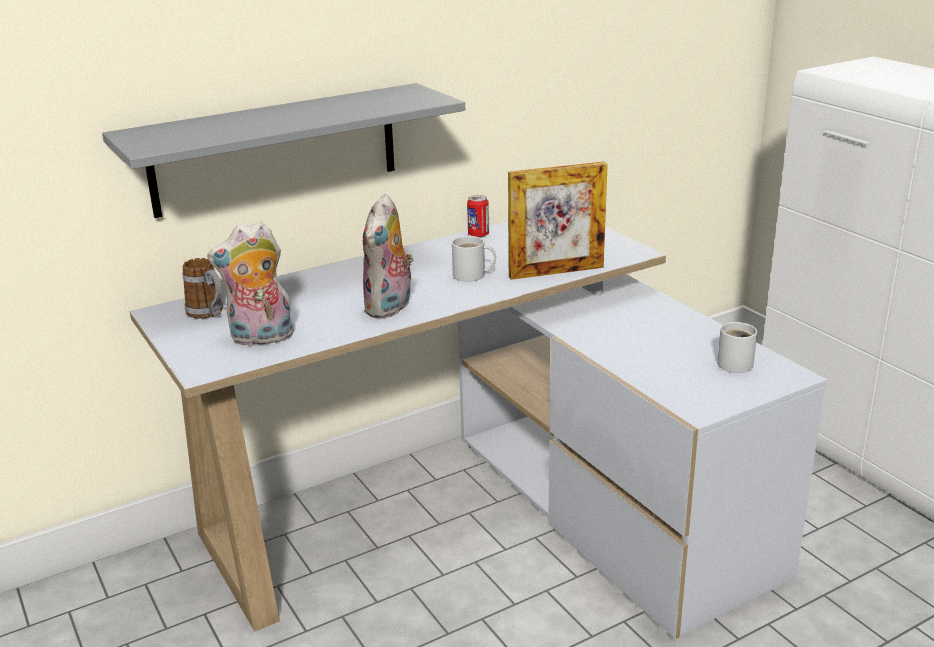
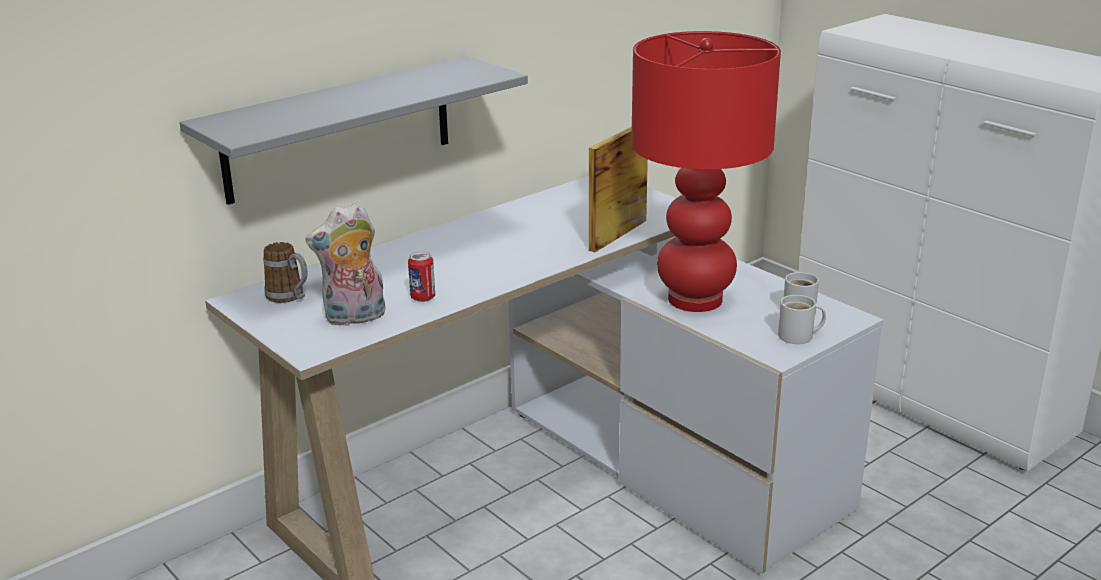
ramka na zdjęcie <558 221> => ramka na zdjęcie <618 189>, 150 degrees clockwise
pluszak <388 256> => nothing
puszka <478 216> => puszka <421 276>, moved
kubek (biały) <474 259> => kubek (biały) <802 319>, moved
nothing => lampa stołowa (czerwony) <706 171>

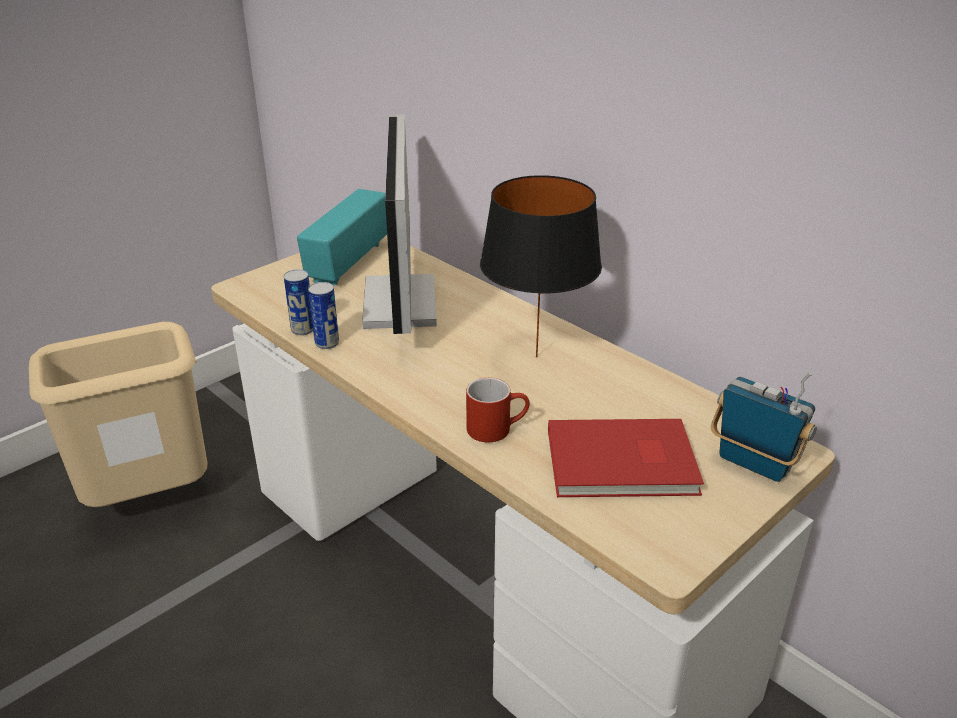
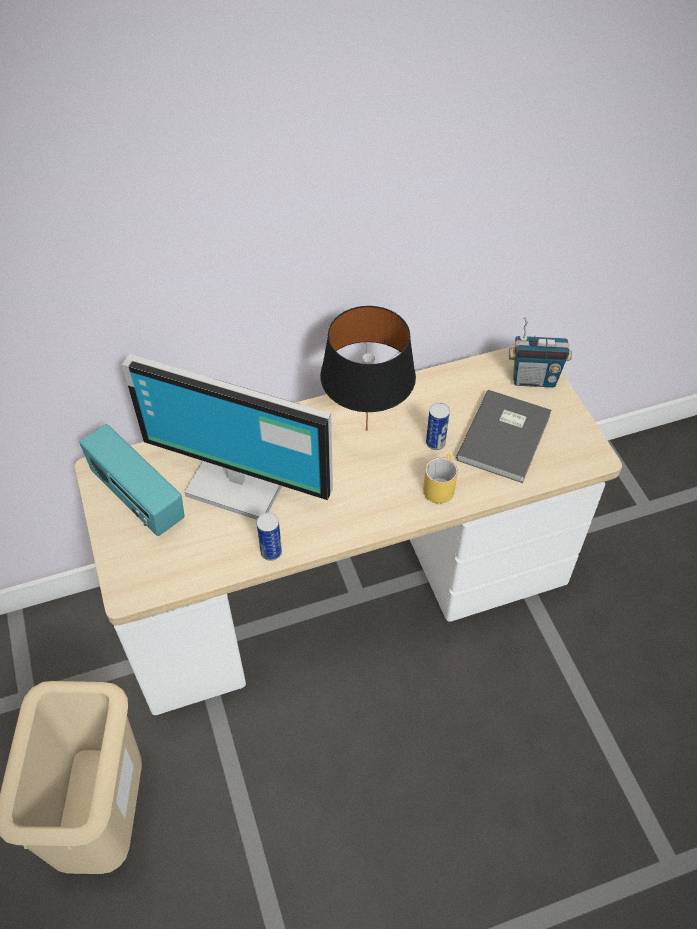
puszka <298 302> => puszka <438 426>, moved
radio <764 427> => radio <540 352>, 150 degrees counterclockwise
kubek (czerwony) <498 410> => kubek (żółty) <440 478>
książka (czerwony) <626 458> => książka (szary) <504 436>

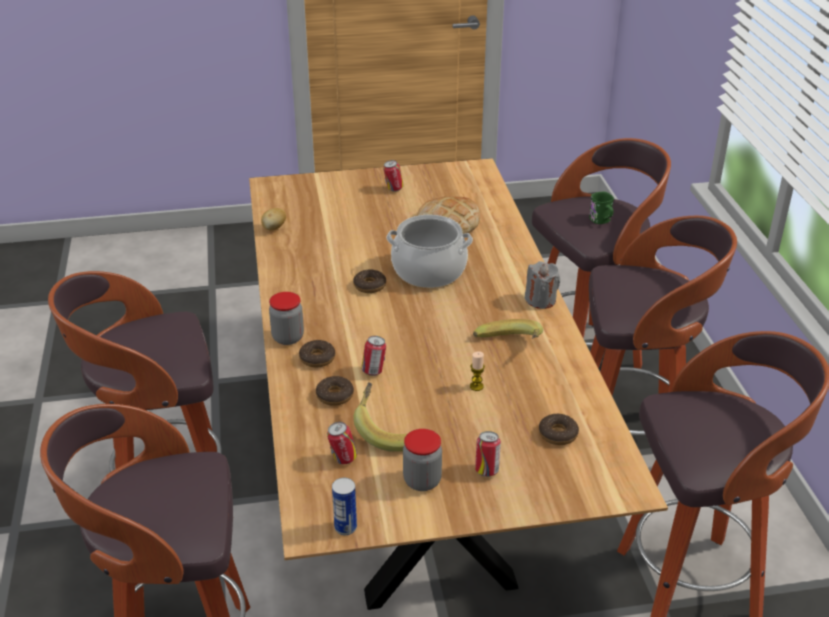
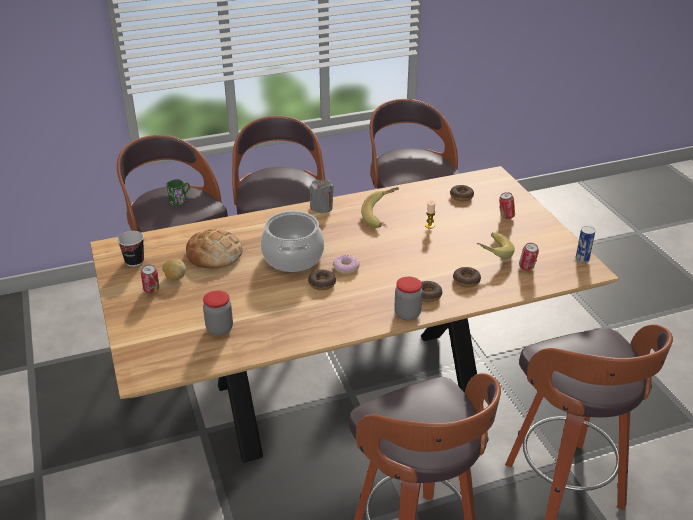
ziemniak <273 219> => ziemniak <174 269>, moved
puszka <373 356> => nothing
słoik <422 460> => słoik <218 312>, moved
nothing => filiżanka <130 249>
nothing => donut <346 264>

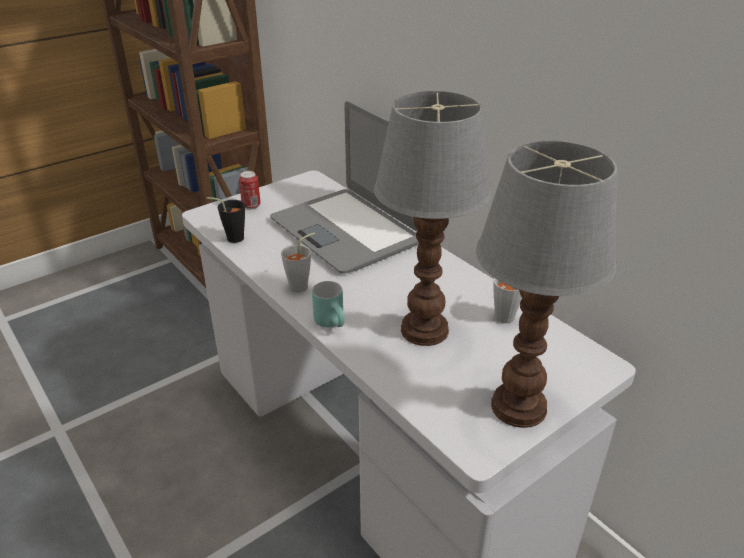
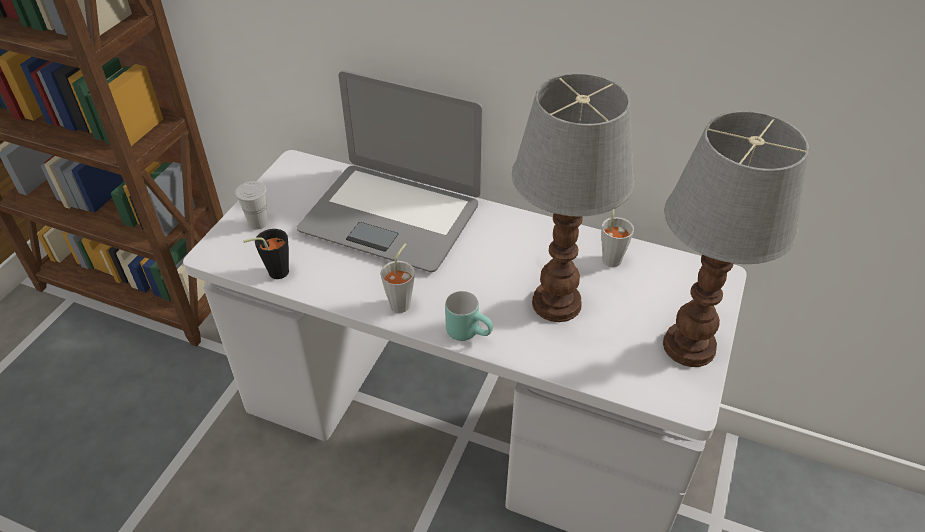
puszka <250 190> => filiżanka (biały) <251 205>

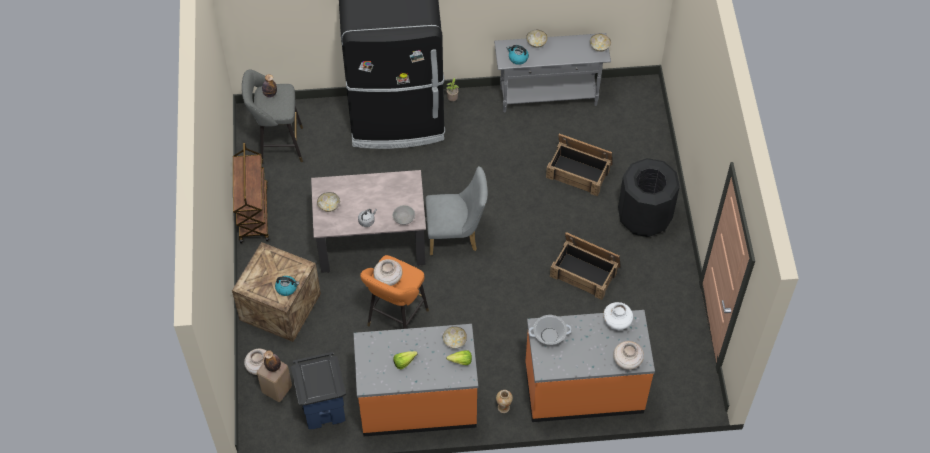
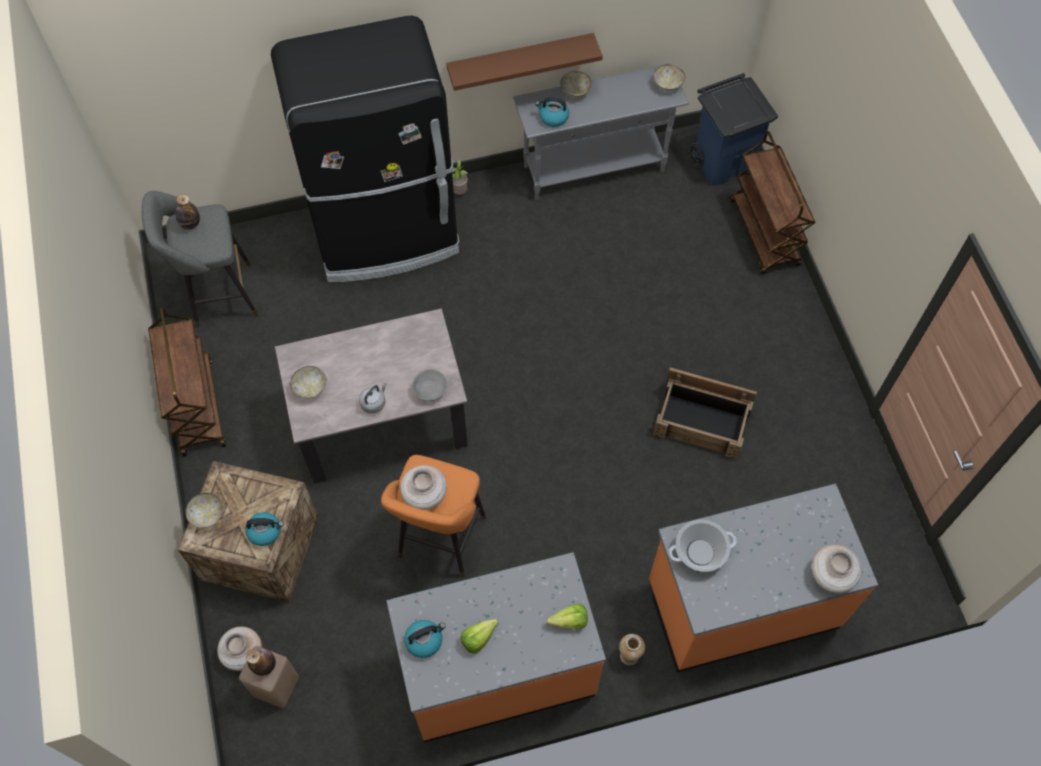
skrzynka <579 165> => nothing
kosz na śmieci (czarny) <649 197> => nothing
krzesło (szary) <457 210> => nothing
wazon (biały) <618 316> => nothing
miska <455 337> => miska <204 510>, moved
kosz na śmieci (niebieski) <318 390> => kosz na śmieci (niebieski) <734 129>, moved
nothing => półka (brązowy) <524 62>
nothing => wózek (brązowy) <772 202>
nothing => czajnik <425 639>

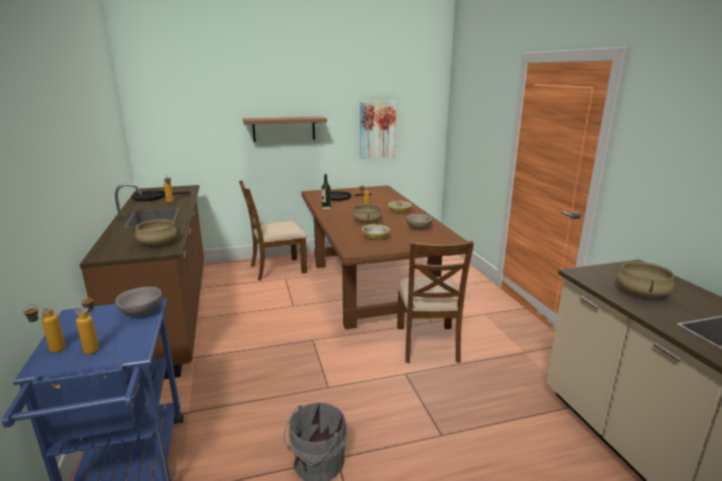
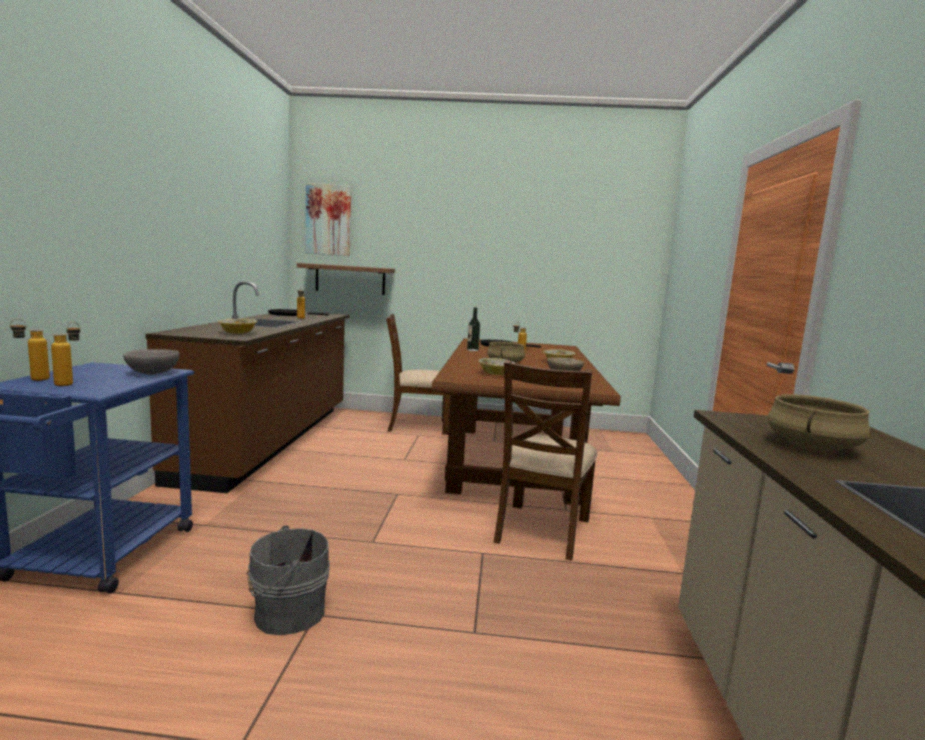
obraz <378 130> => obraz <328 219>, moved
półka <285 129> => półka <346 279>, moved
garnek (beżowy) <156 232> => miska <238 326>

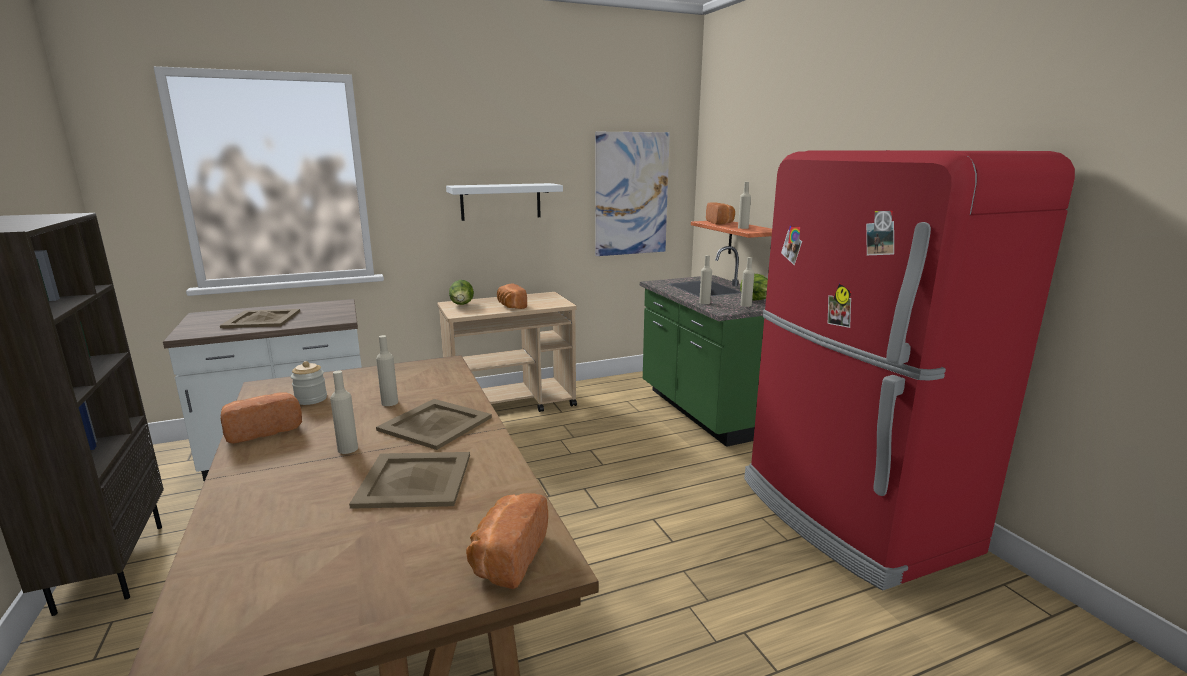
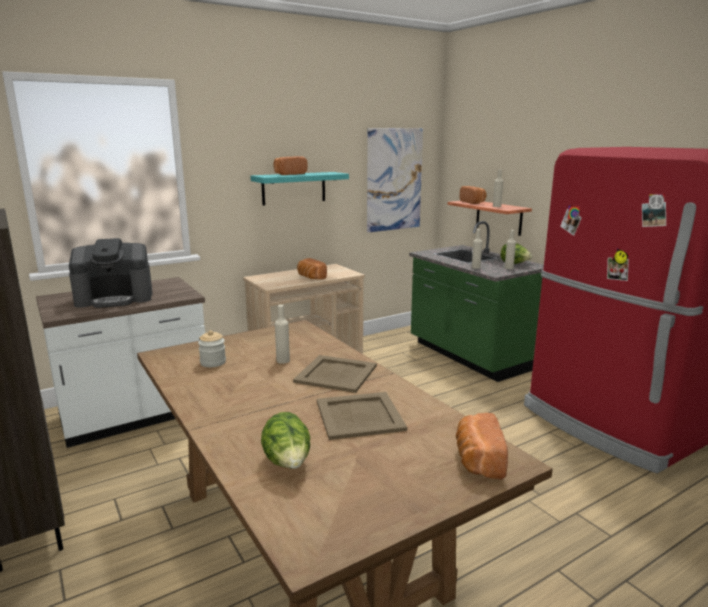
półka (biały) <504 202> => półka (turkusowy) <300 189>
sałata <461 292> => sałata <285 440>, moved
taca (beżowy) <260 318> => ekspres do kawy <111 273>
butelka (beżowy) <344 412> => nothing
chleb <261 417> => chleb <291 165>, moved

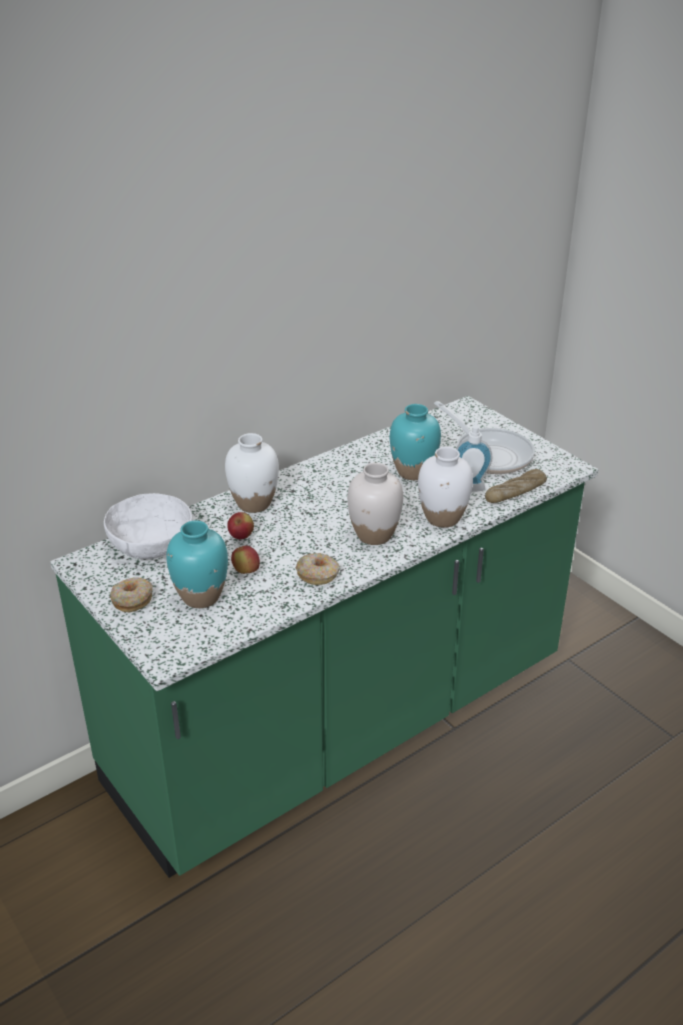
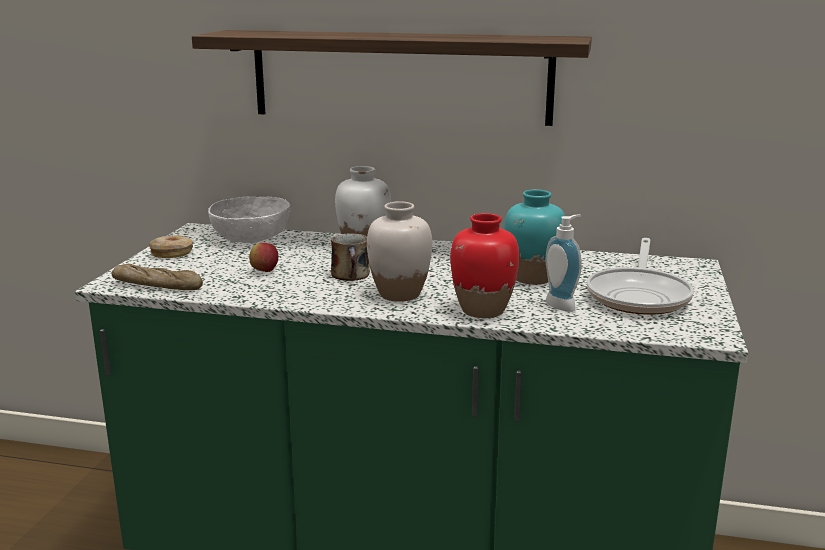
wazon (biały) <445 487> => wazon (czerwony) <484 265>
chleb <516 486> => chleb <157 277>, moved
jabłko <240 525> => nothing
wazon (turkusowy) <197 564> => nothing
donut <318 569> => nothing
nothing => półka <392 78>
nothing => kubek <350 257>

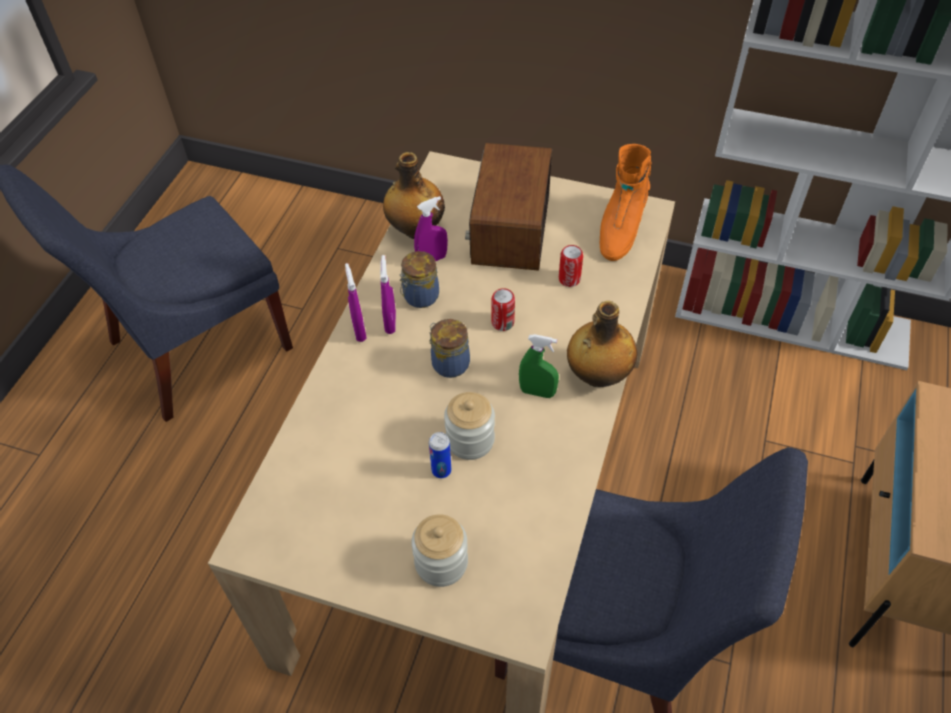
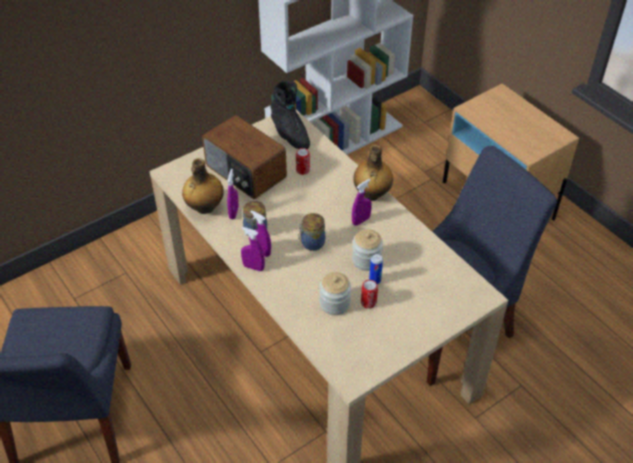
but z cholewką (pomarańczowy) <626 202> => but z cholewką (czarny) <290 115>
puszka <503 309> => puszka <369 294>, moved
spryskiwacz (zielony) <539 366> => spryskiwacz (fioletowy) <362 202>
słoik <439 550> => słoik <335 293>, moved

